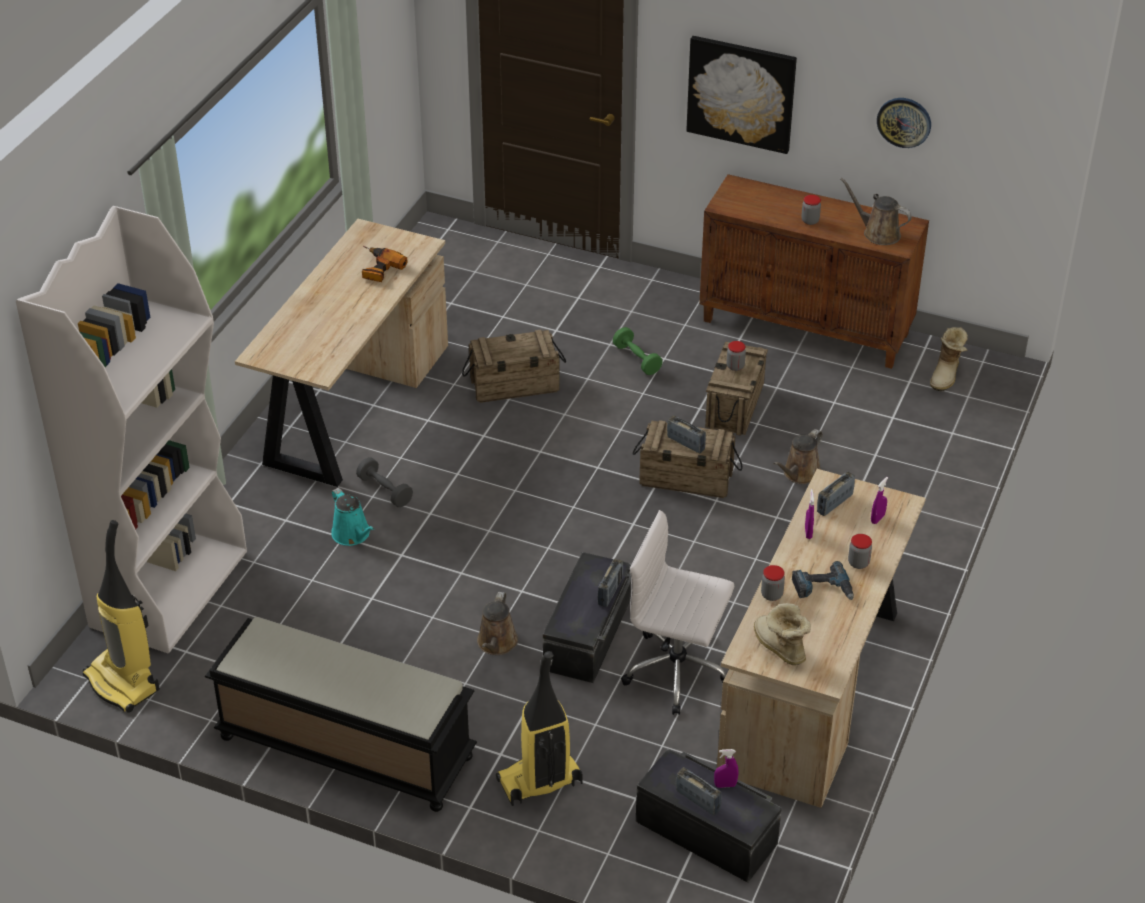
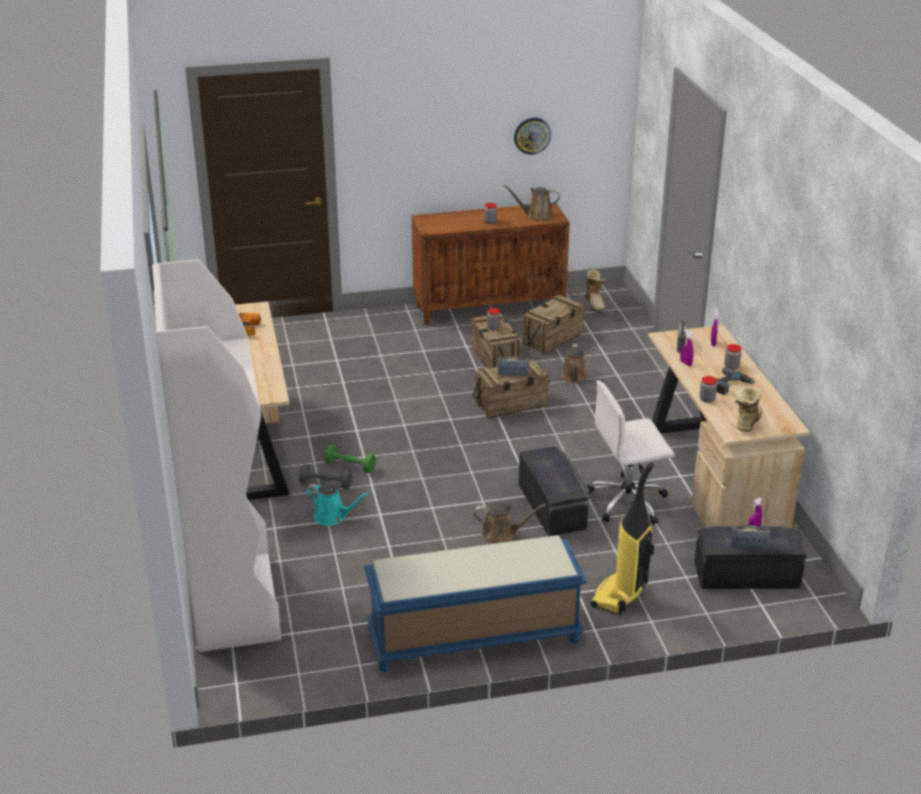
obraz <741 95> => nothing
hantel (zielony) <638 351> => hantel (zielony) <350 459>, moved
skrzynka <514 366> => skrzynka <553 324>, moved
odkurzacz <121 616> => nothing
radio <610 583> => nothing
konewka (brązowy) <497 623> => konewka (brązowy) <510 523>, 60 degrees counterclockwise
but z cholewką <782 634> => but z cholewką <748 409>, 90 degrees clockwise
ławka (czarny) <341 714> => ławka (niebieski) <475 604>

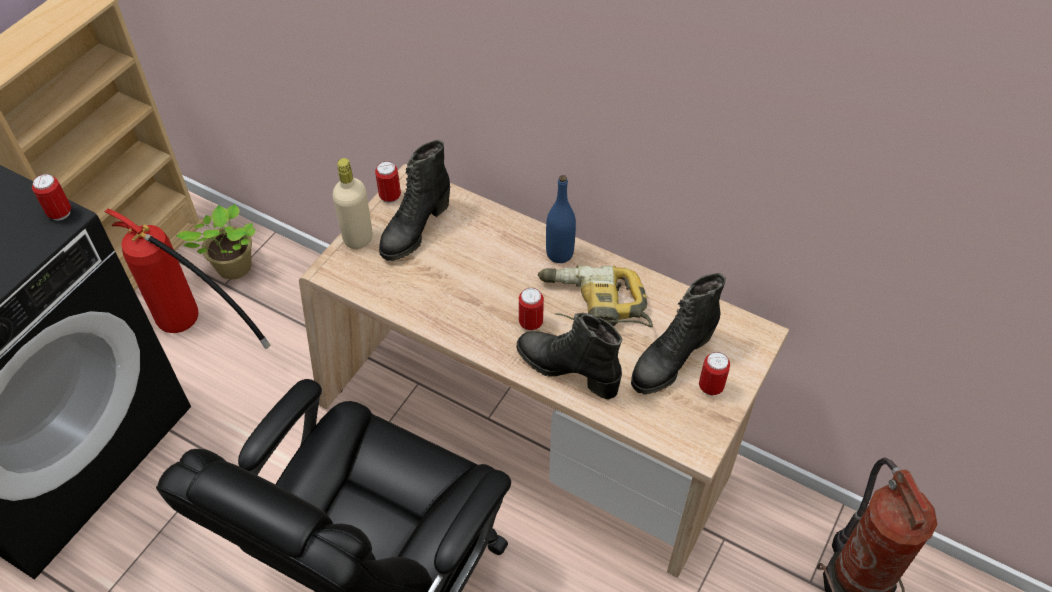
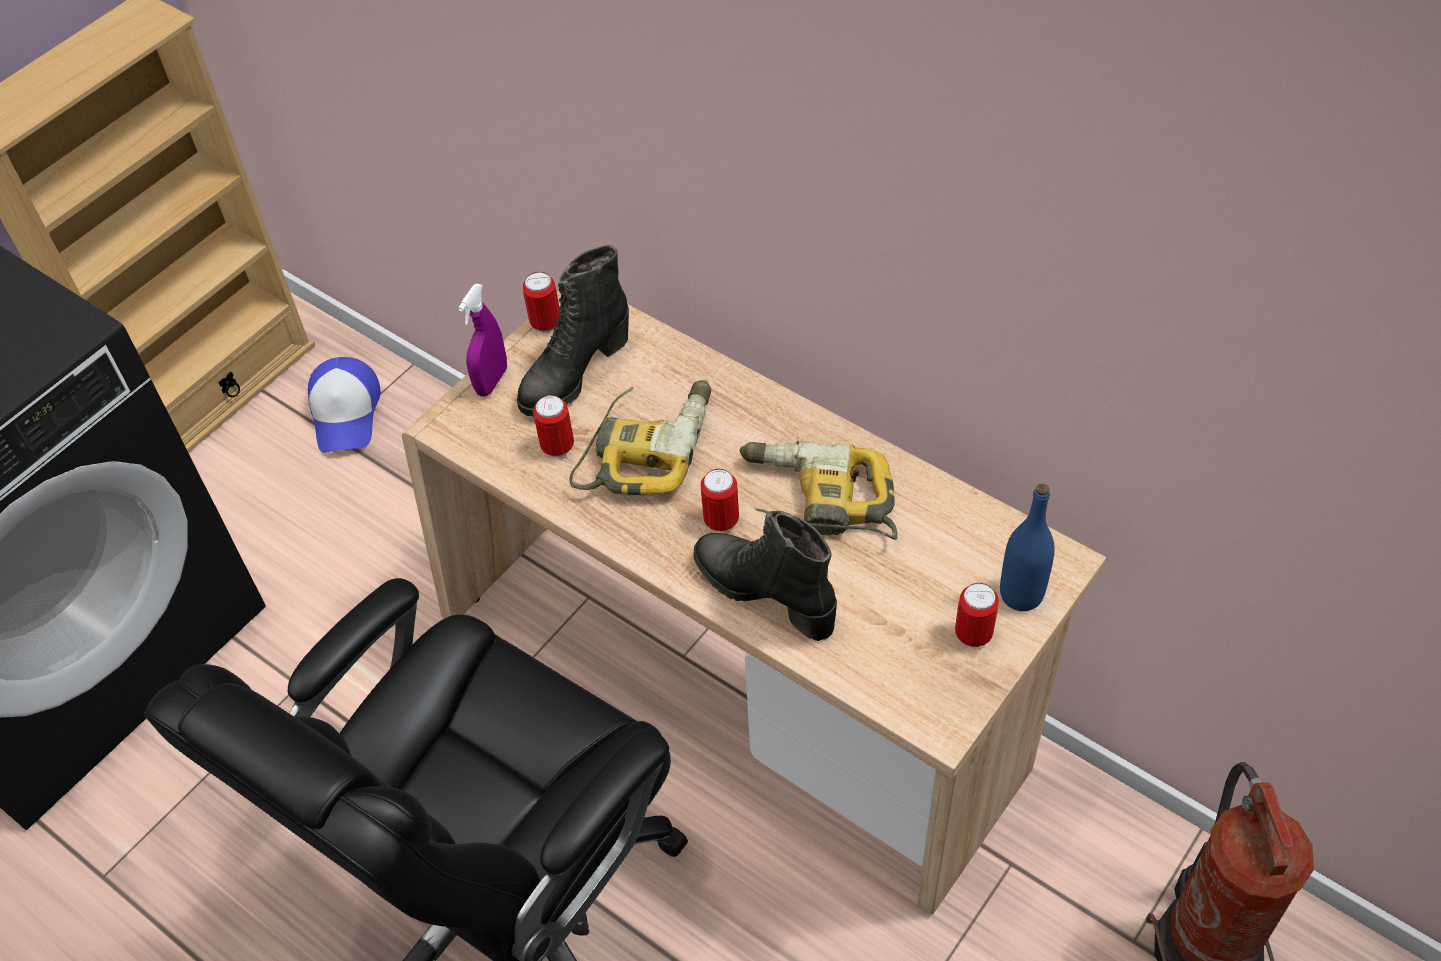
butelka (beżowy) <353 203> => spryskiwacz (fioletowy) <482 340>
puszka <51 197> => puszka <553 426>, moved
butelka (niebieski) <561 219> => butelka (niebieski) <1027 547>, moved
roślina doniczkowa <216 241> => czapka z daszkiem <344 405>
gaśnica <187 278> => nothing
but z cholewką (czarny) <678 333> => nothing
nothing => wiertarka <640 437>

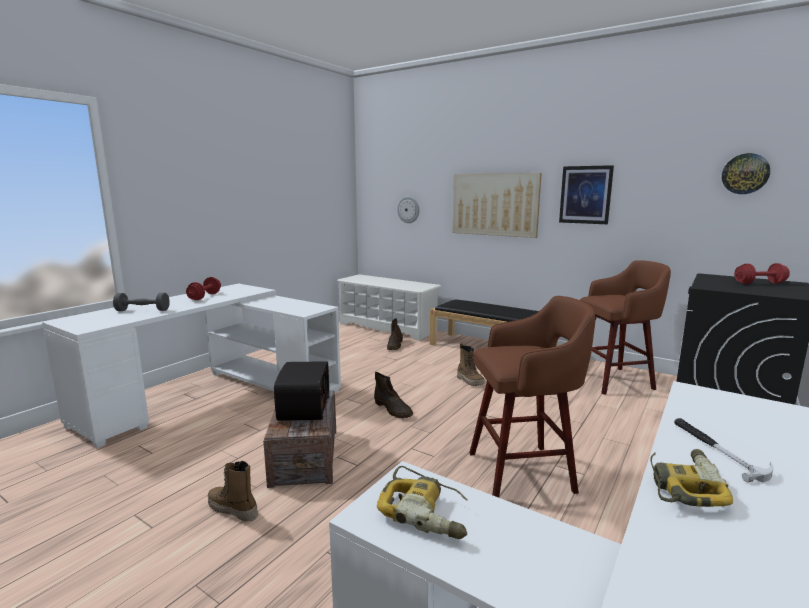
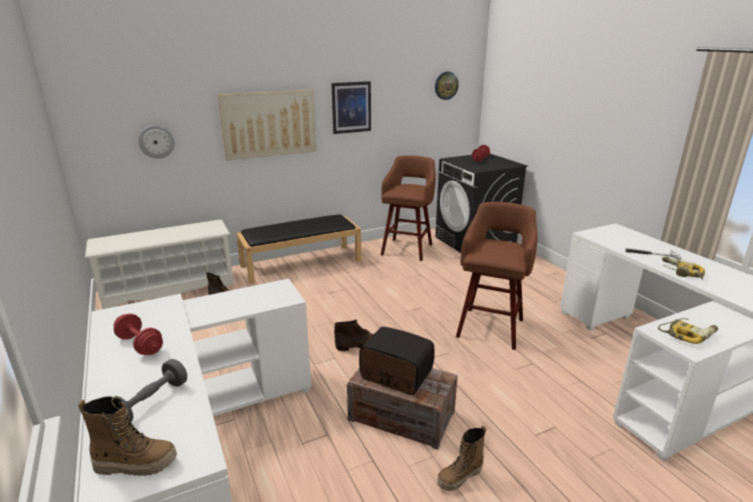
but z cholewką <471 364> => but z cholewką <127 436>, moved

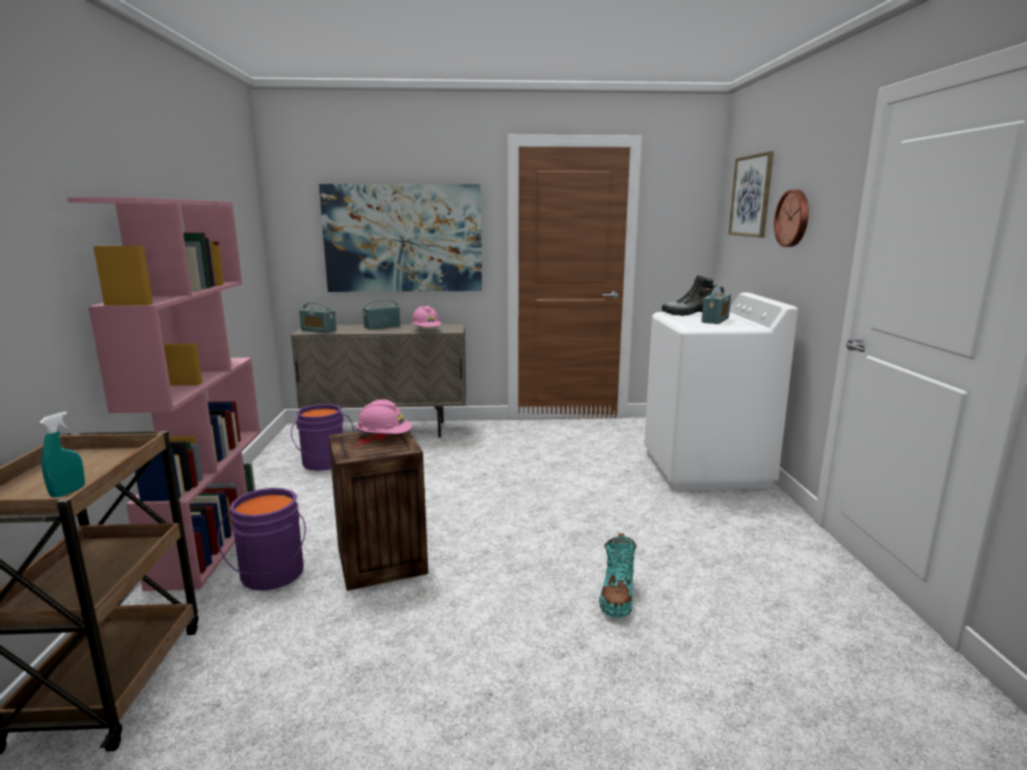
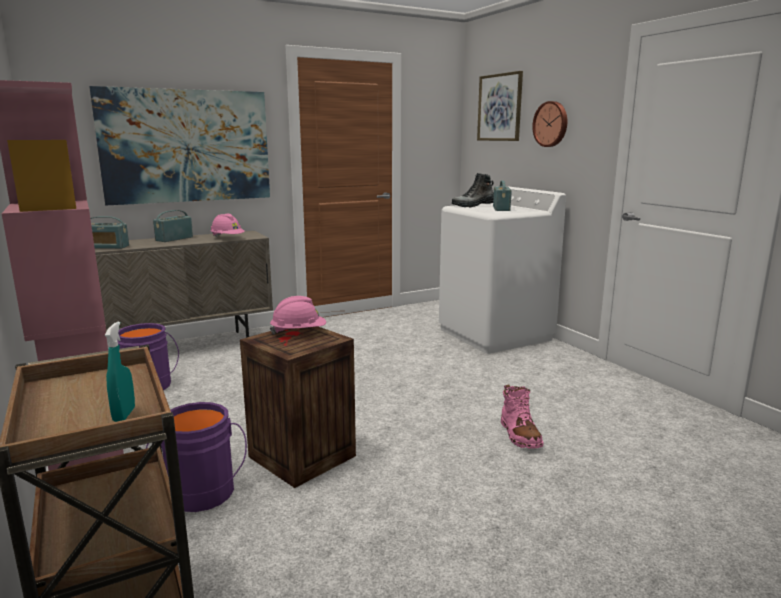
but z cholewką (turkusowy) <618 575> => but z cholewką (różowy) <522 416>

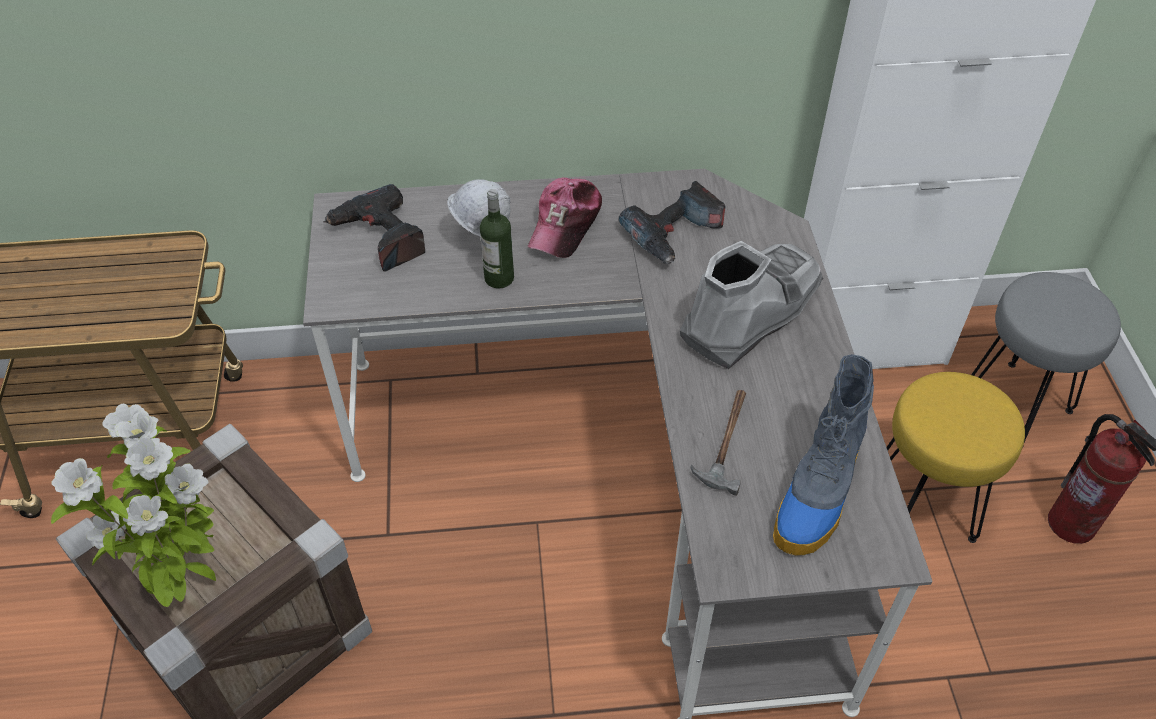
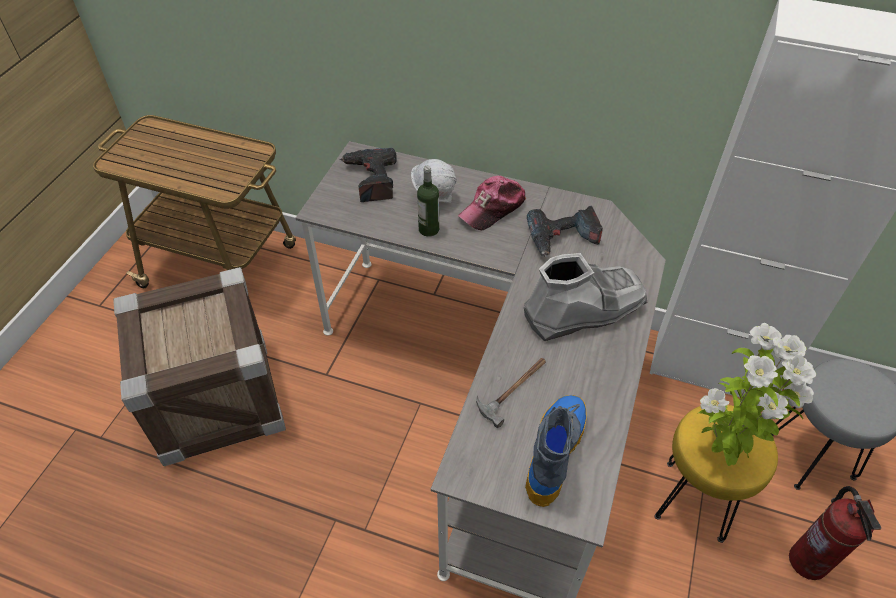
but z cholewką <823 455> => but z cholewką <556 451>, 150 degrees clockwise
roślina doniczkowa <133 505> => roślina doniczkowa <757 394>, moved

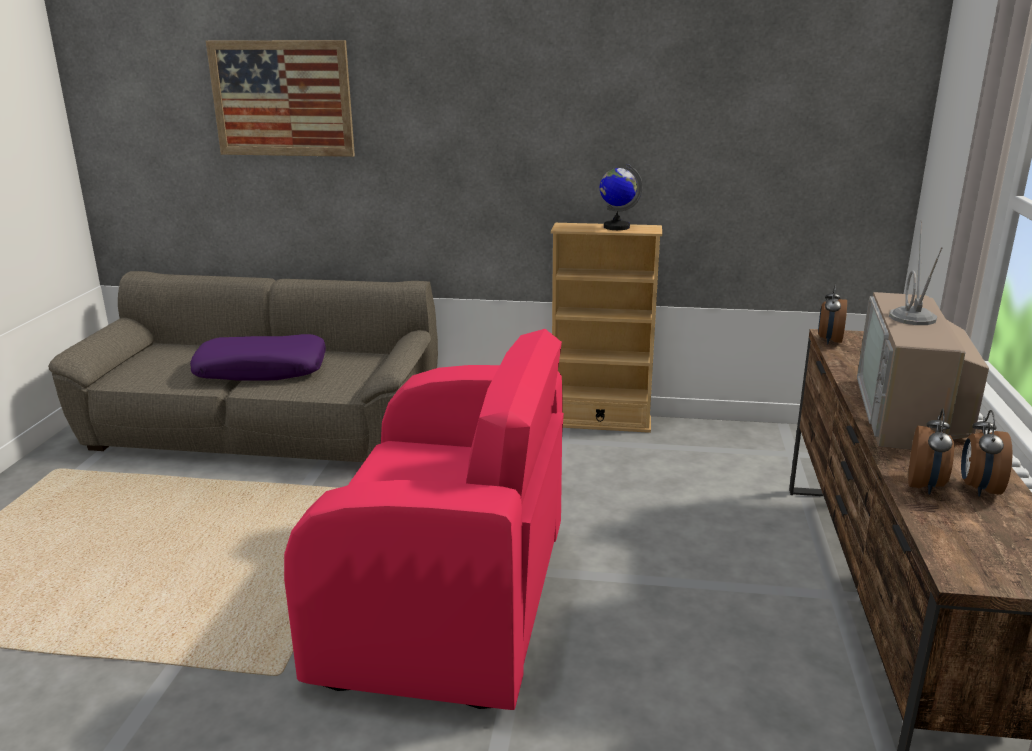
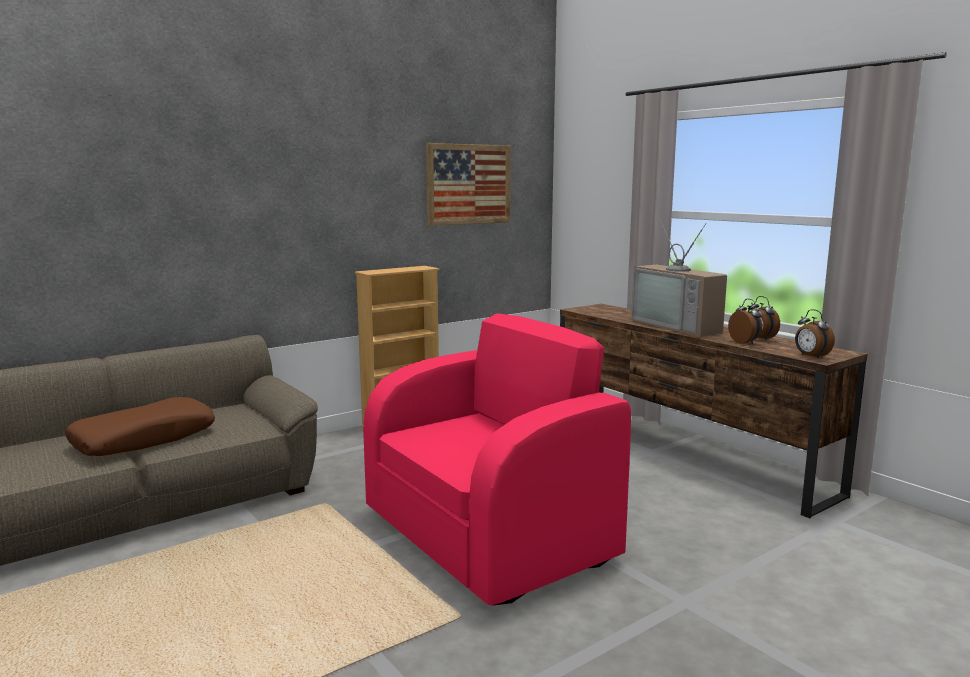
obraz <280 98> => obraz <468 184>, moved
globus <621 197> => nothing
budzik <832 314> => budzik <815 334>, moved
poduszka (fioletowy) <258 357> => poduszka (brązowy) <140 426>

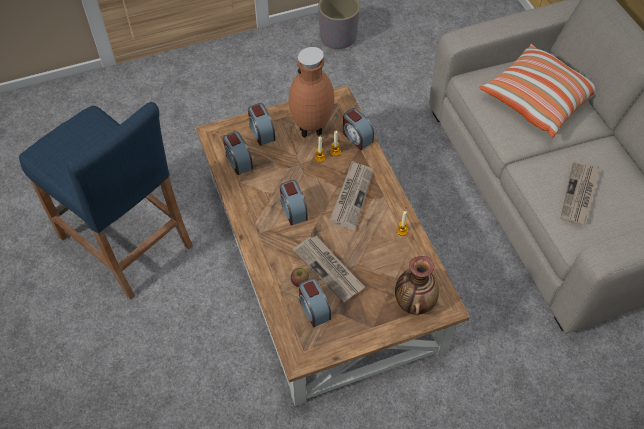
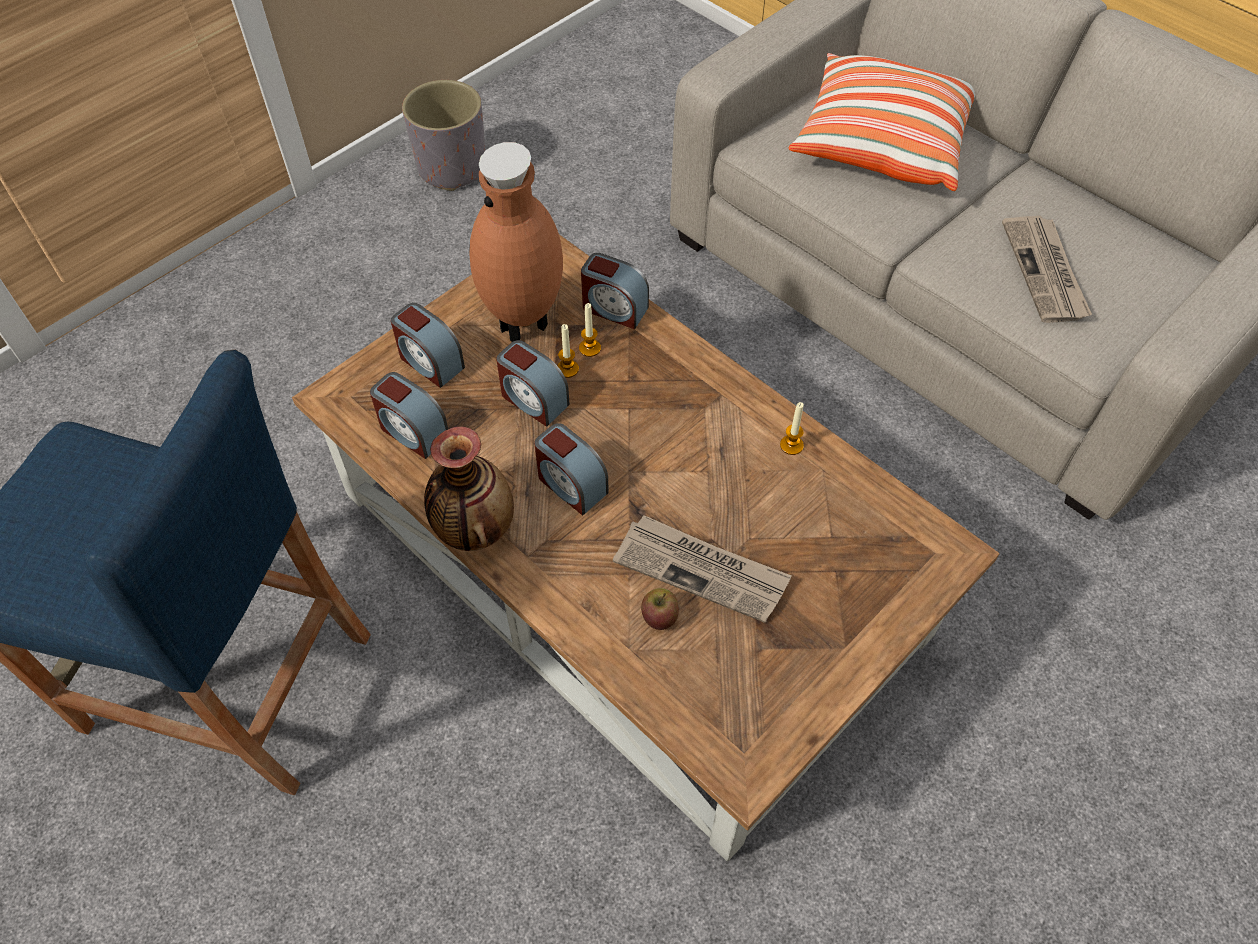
gazeta <351 195> => nothing
wazon <417 285> => wazon <469 488>, moved
budzik <315 302> => budzik <533 383>, moved

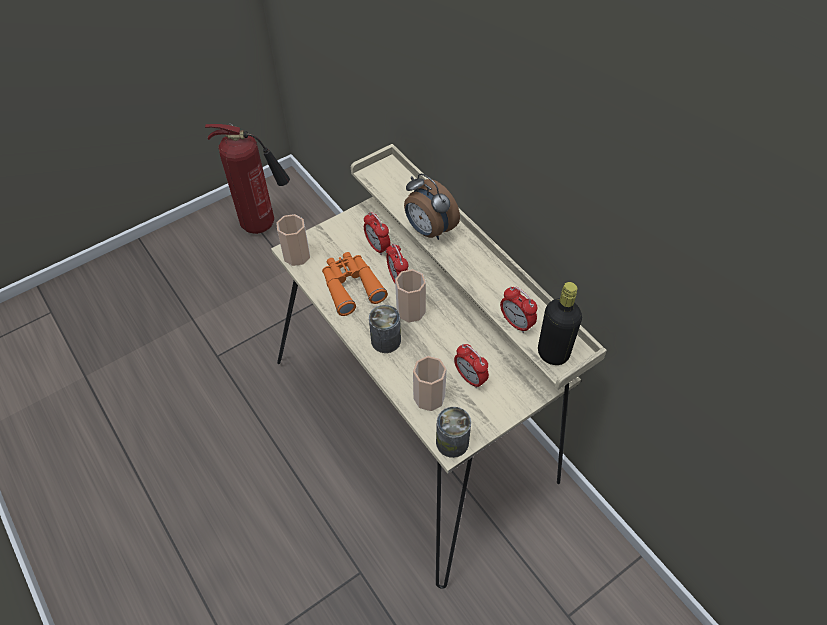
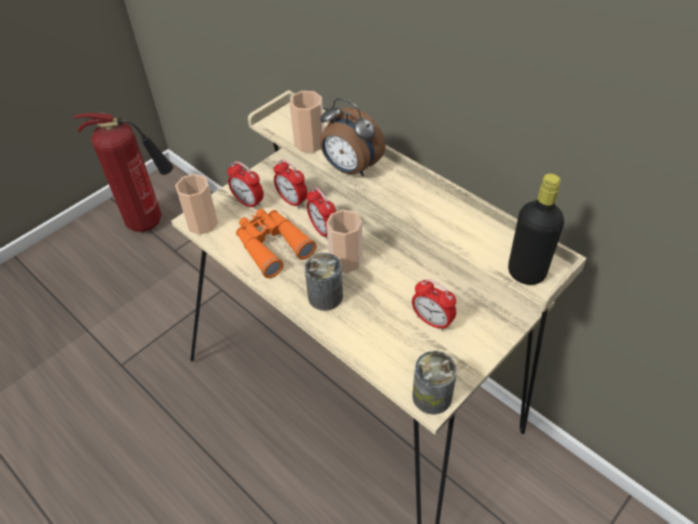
budzik <518 309> => budzik <245 185>, moved
filiżanka <430 383> => filiżanka <306 122>, moved

